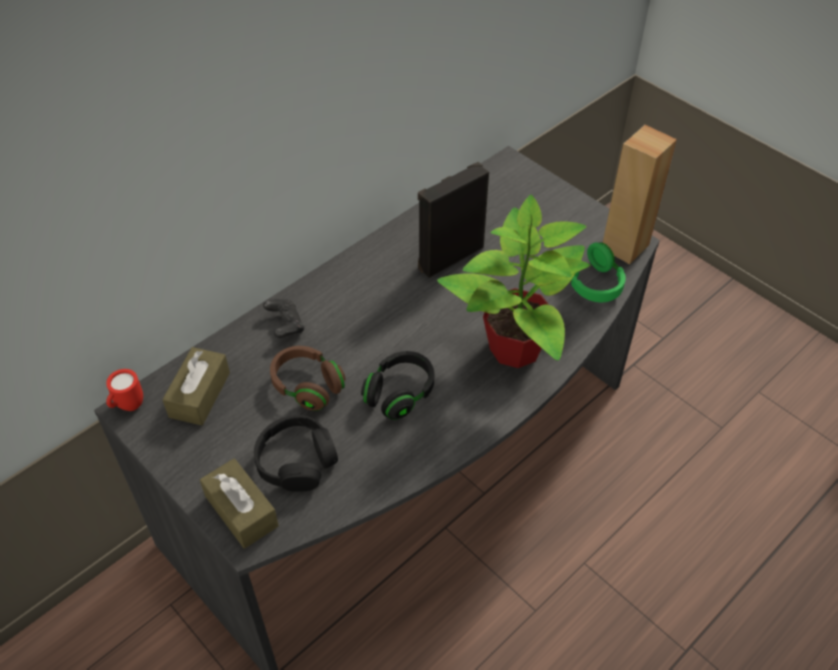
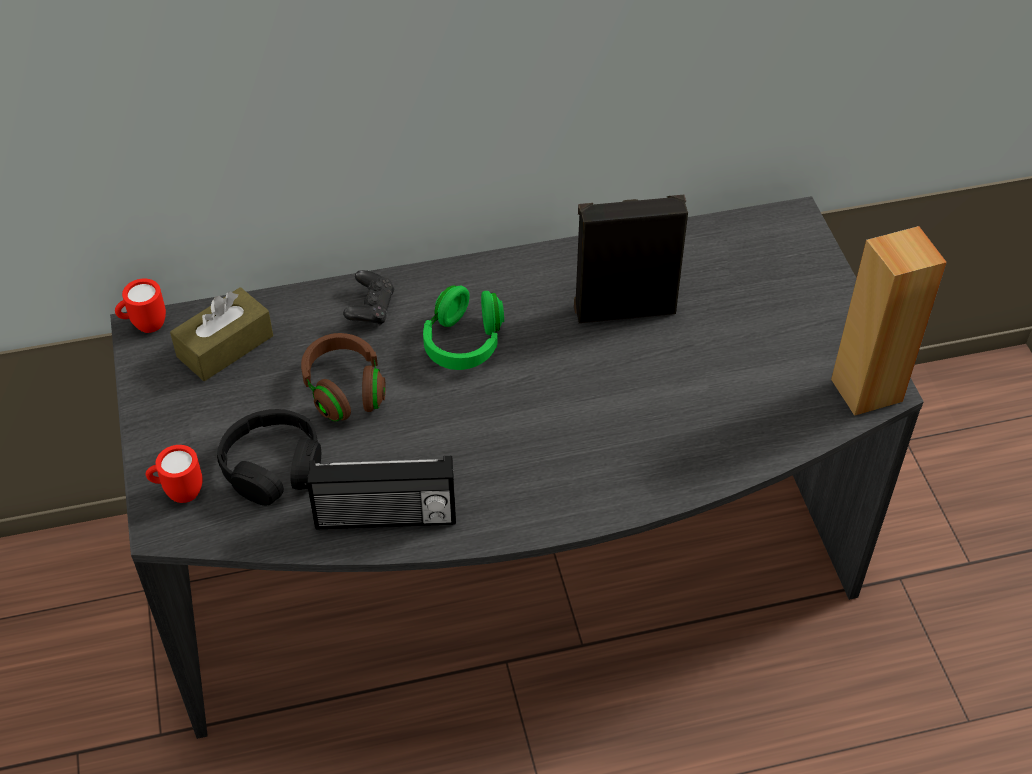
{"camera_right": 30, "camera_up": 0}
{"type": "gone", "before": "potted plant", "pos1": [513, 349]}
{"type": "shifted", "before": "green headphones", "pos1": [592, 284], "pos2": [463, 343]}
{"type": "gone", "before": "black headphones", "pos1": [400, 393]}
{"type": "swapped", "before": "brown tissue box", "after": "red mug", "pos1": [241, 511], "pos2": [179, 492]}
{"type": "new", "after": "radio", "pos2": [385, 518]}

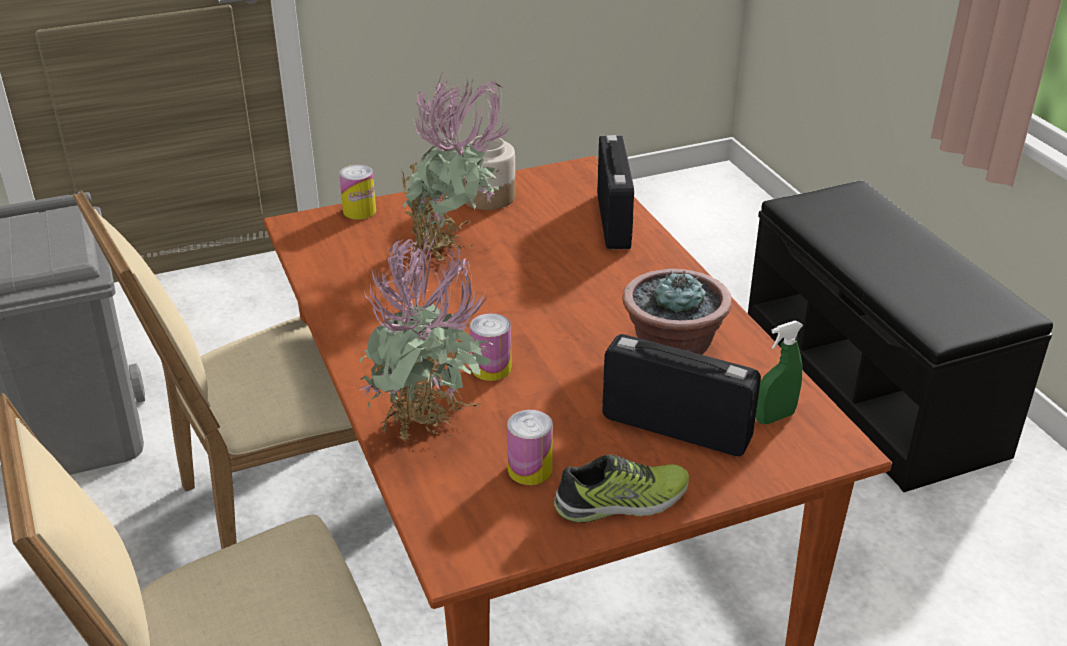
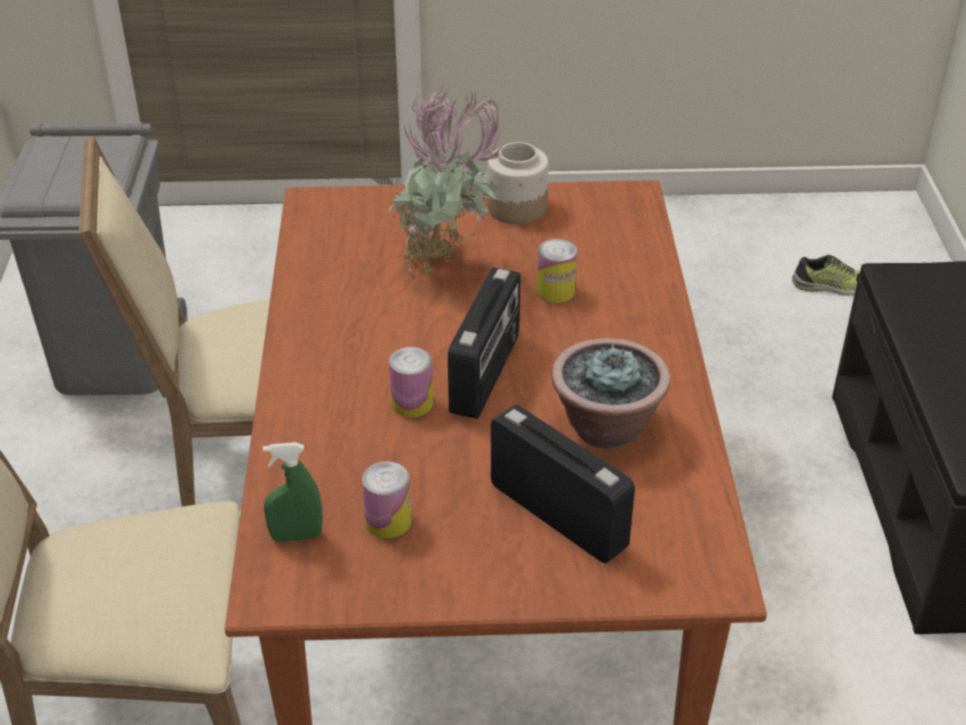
{"camera_right": 20, "camera_up": 5}
{"type": "shifted", "before": "radio", "pos1": [614, 221], "pos2": [487, 374]}
{"type": "shifted", "before": "can", "pos1": [359, 211], "pos2": [555, 291]}
{"type": "gone", "before": "potted plant", "pos1": [430, 435]}
{"type": "shifted", "before": "green spray bottle", "pos1": [774, 417], "pos2": [296, 536]}
{"type": "shifted", "before": "shoe", "pos1": [622, 502], "pos2": [833, 286]}

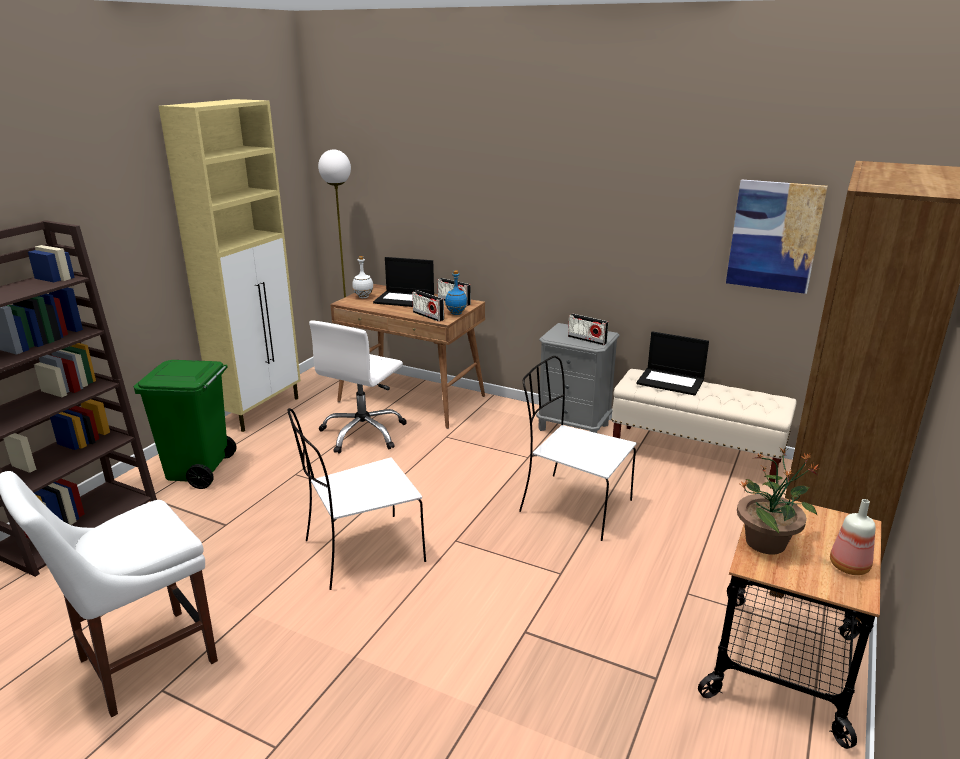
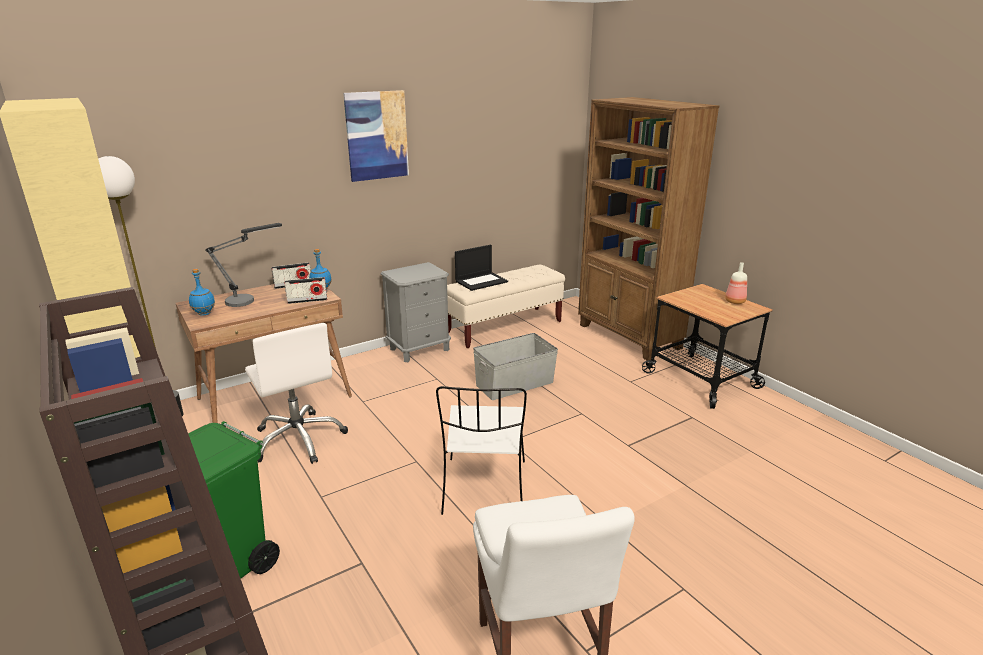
{"camera_right": -60, "camera_up": 0}
{"type": "shifted", "before": "picture", "pos1": [774, 236], "pos2": [377, 135]}
{"type": "repainted", "before": "white bottle", "after": "blue bottle", "pos1": [363, 297], "pos2": [204, 313]}
{"type": "swapped", "before": "laptop", "after": "table lamp", "pos1": [405, 299], "pos2": [248, 300]}
{"type": "gone", "before": "radio", "pos1": [587, 340]}
{"type": "swapped", "before": "white chair", "after": "grey storage box", "pos1": [573, 505], "pos2": [514, 383]}
{"type": "gone", "before": "potted plant", "pos1": [766, 542]}

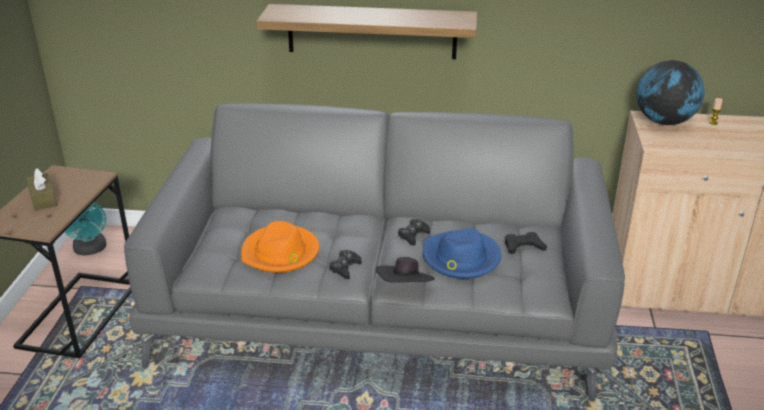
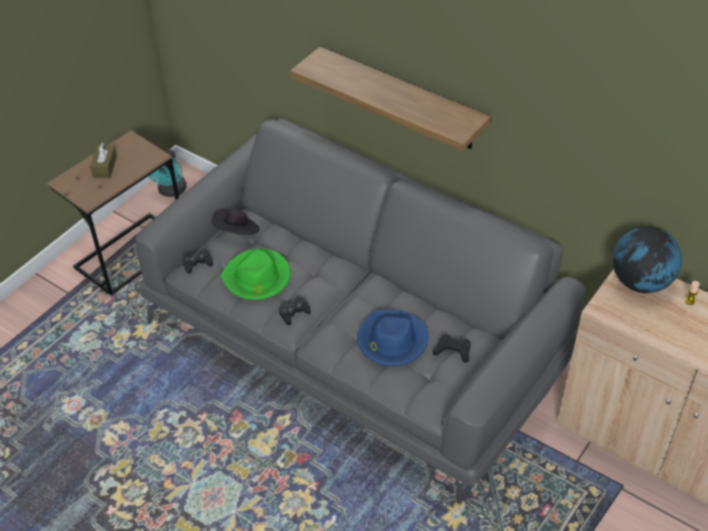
{"camera_right": 30, "camera_up": 15}
{"type": "shifted", "before": "black game controller", "pos1": [413, 235], "pos2": [197, 263]}
{"type": "repainted", "before": "orange hat", "after": "green hat", "pos1": [280, 253], "pos2": [257, 278]}
{"type": "shifted", "before": "black hat", "pos1": [405, 287], "pos2": [237, 231]}

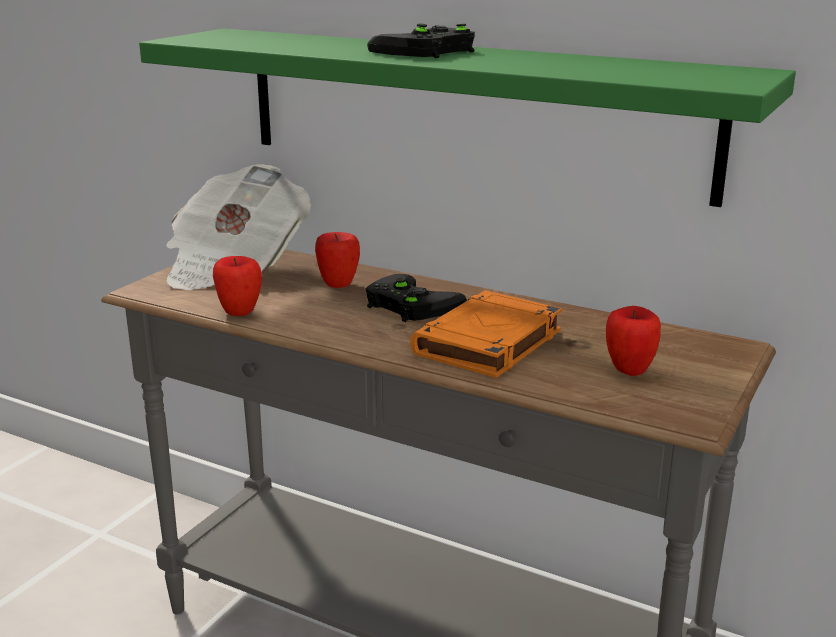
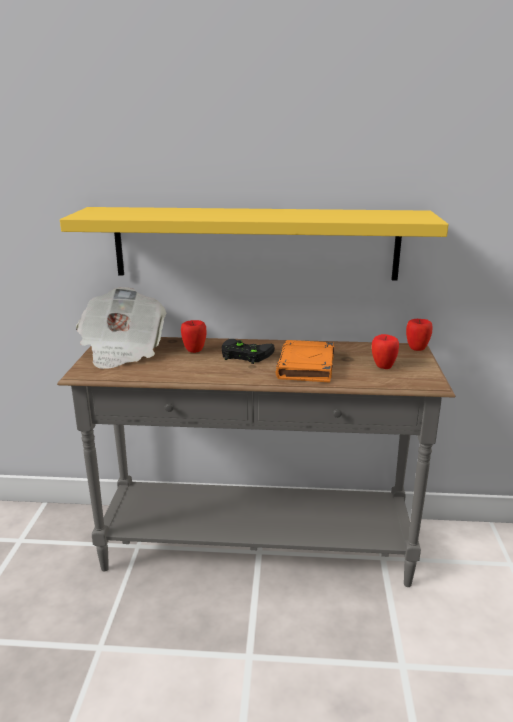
{"camera_right": -25, "camera_up": 0}
{"type": "gone", "before": "black game controller", "pos1": [425, 52]}
{"type": "repainted", "before": "green shelf", "after": "yellow shelf", "pos1": [467, 110], "pos2": [255, 243]}
{"type": "shifted", "before": "apple", "pos1": [239, 312], "pos2": [417, 348]}

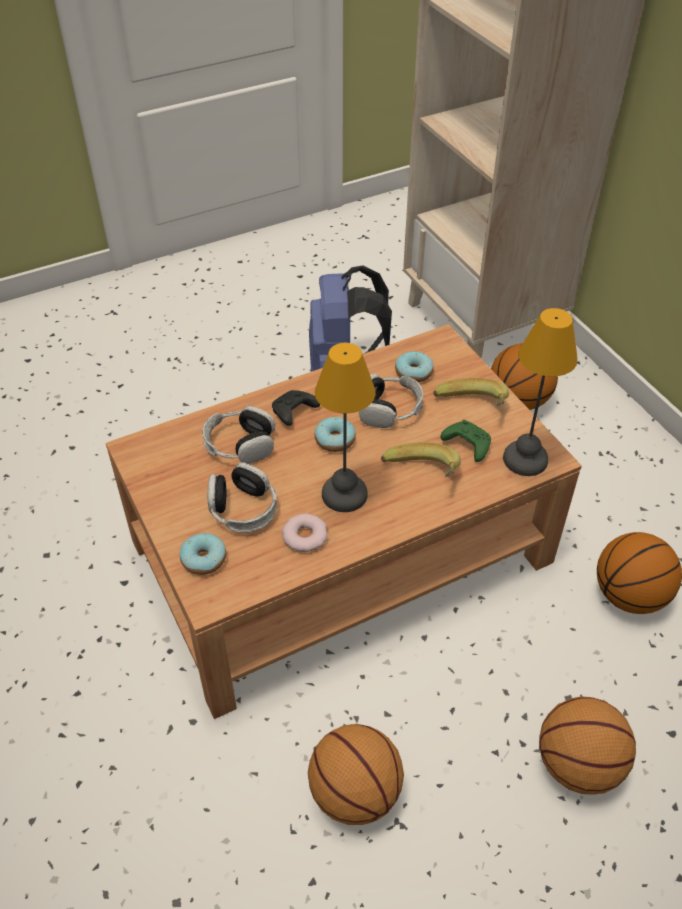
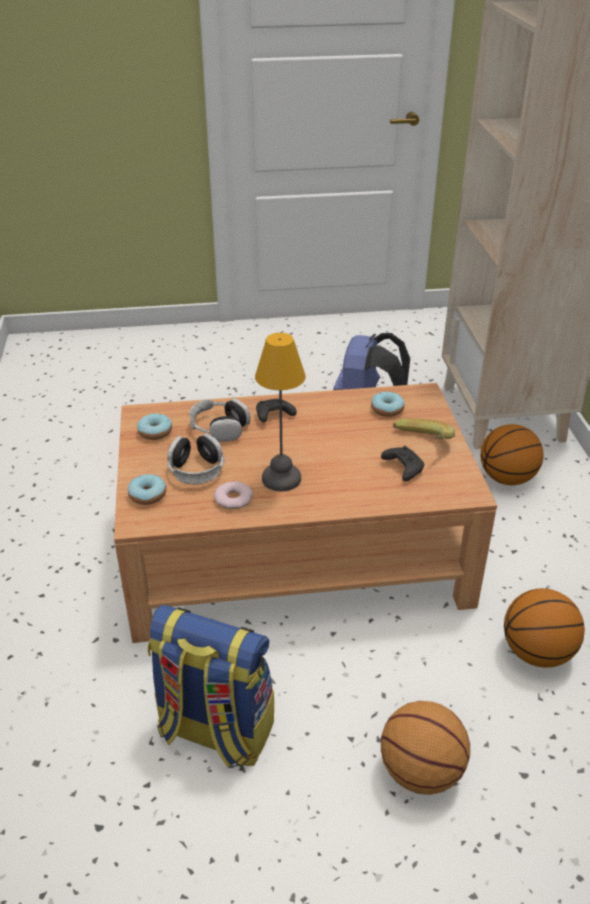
{"camera_right": 20, "camera_up": -10}
{"type": "gone", "before": "table lamp", "pos1": [526, 458]}
{"type": "gone", "before": "headphones", "pos1": [388, 409]}
{"type": "shifted", "before": "donut", "pos1": [335, 440], "pos2": [155, 432]}
{"type": "repainted", "before": "green game controller", "after": "black game controller", "pos1": [466, 445], "pos2": [402, 468]}
{"type": "gone", "before": "banana", "pos1": [421, 476]}
{"type": "swapped", "before": "basketball", "after": "backpack", "pos1": [354, 793], "pos2": [214, 731]}

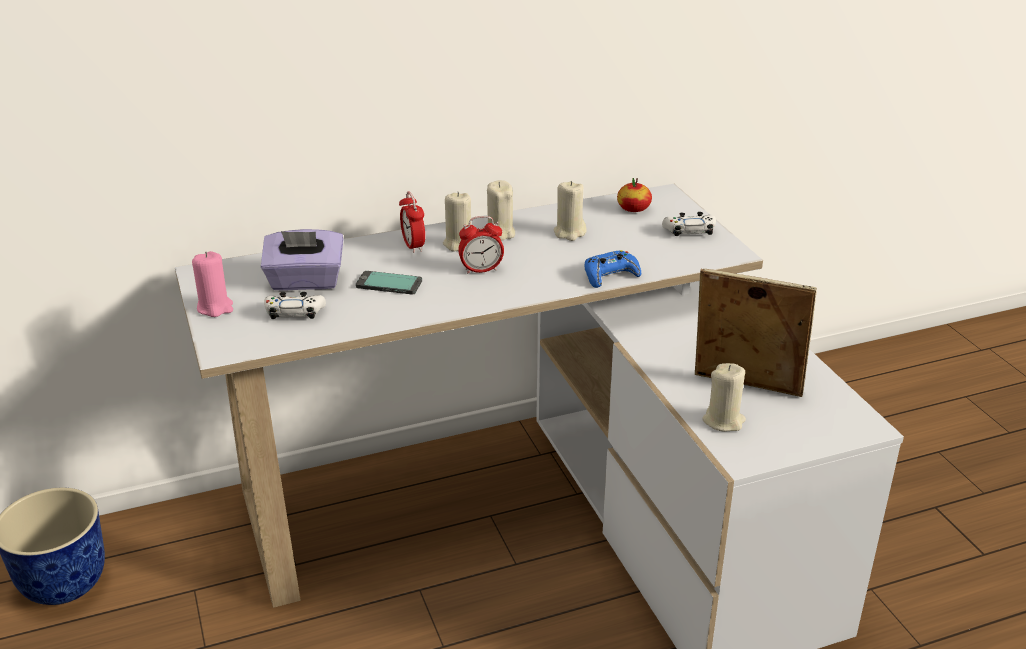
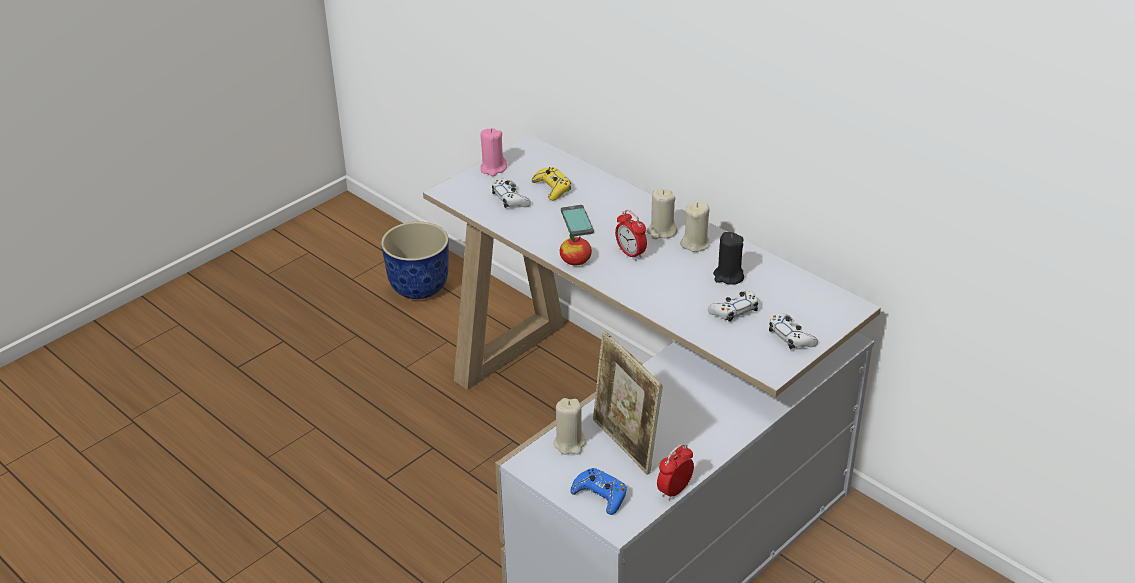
{"camera_right": 65, "camera_up": 5}
{"type": "shifted", "before": "apple", "pos1": [633, 209], "pos2": [575, 260]}
{"type": "repainted", "before": "beige candle", "after": "black candle", "pos1": [569, 232], "pos2": [728, 276]}
{"type": "shifted", "before": "alarm clock", "pos1": [413, 246], "pos2": [674, 490]}
{"type": "swapped", "before": "purple tissue box", "after": "yellow game controller", "pos1": [305, 282], "pos2": [552, 188]}
{"type": "shifted", "before": "blue game controller", "pos1": [610, 275], "pos2": [600, 495]}
{"type": "rotated", "before": "picture frame", "pos1": [745, 387], "pos2": [625, 445], "turn": 150}
{"type": "new", "after": "white game controller", "pos2": [734, 311]}

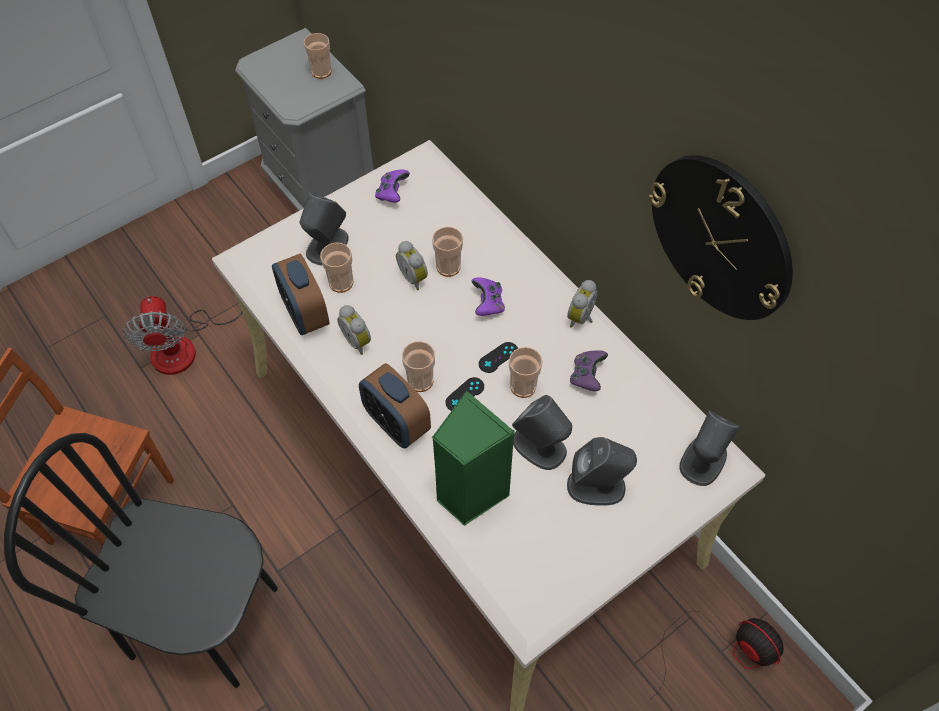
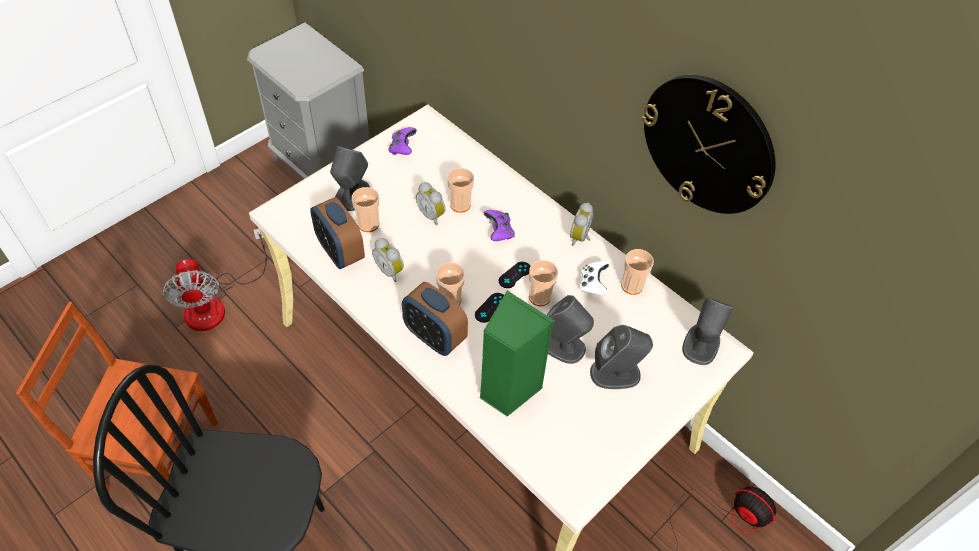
{"camera_right": -10, "camera_up": -5}
{"type": "shifted", "before": "cup", "pos1": [321, 72], "pos2": [632, 285]}
{"type": "repainted", "before": "purple game controller", "after": "white game controller", "pos1": [587, 376], "pos2": [592, 284]}

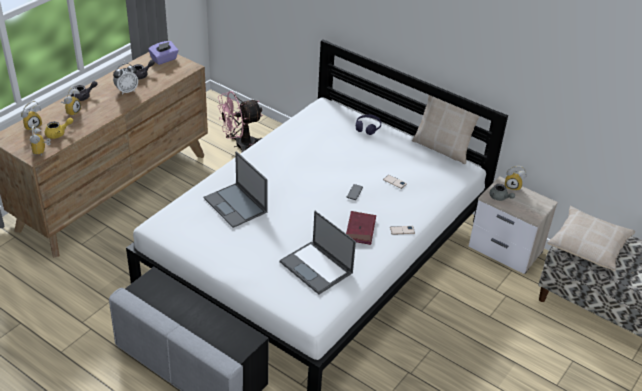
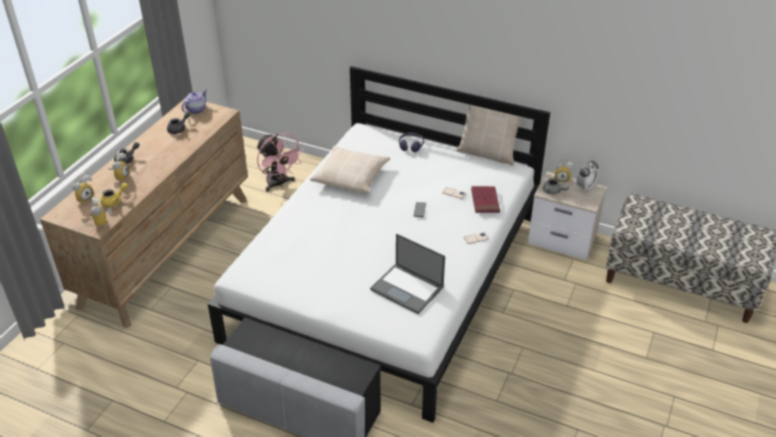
{"camera_right": -10, "camera_up": 0}
{"type": "swapped", "before": "purple tissue box", "after": "teapot", "pos1": [164, 59], "pos2": [196, 109]}
{"type": "shifted", "before": "alarm clock", "pos1": [127, 91], "pos2": [585, 187]}
{"type": "rotated", "before": "pink fan", "pos1": [240, 146], "pos2": [279, 184], "turn": -90}
{"type": "gone", "before": "laptop", "pos1": [236, 205]}
{"type": "shifted", "before": "beige pillow", "pos1": [589, 245], "pos2": [351, 176]}
{"type": "shifted", "before": "red book", "pos1": [360, 229], "pos2": [485, 201]}

